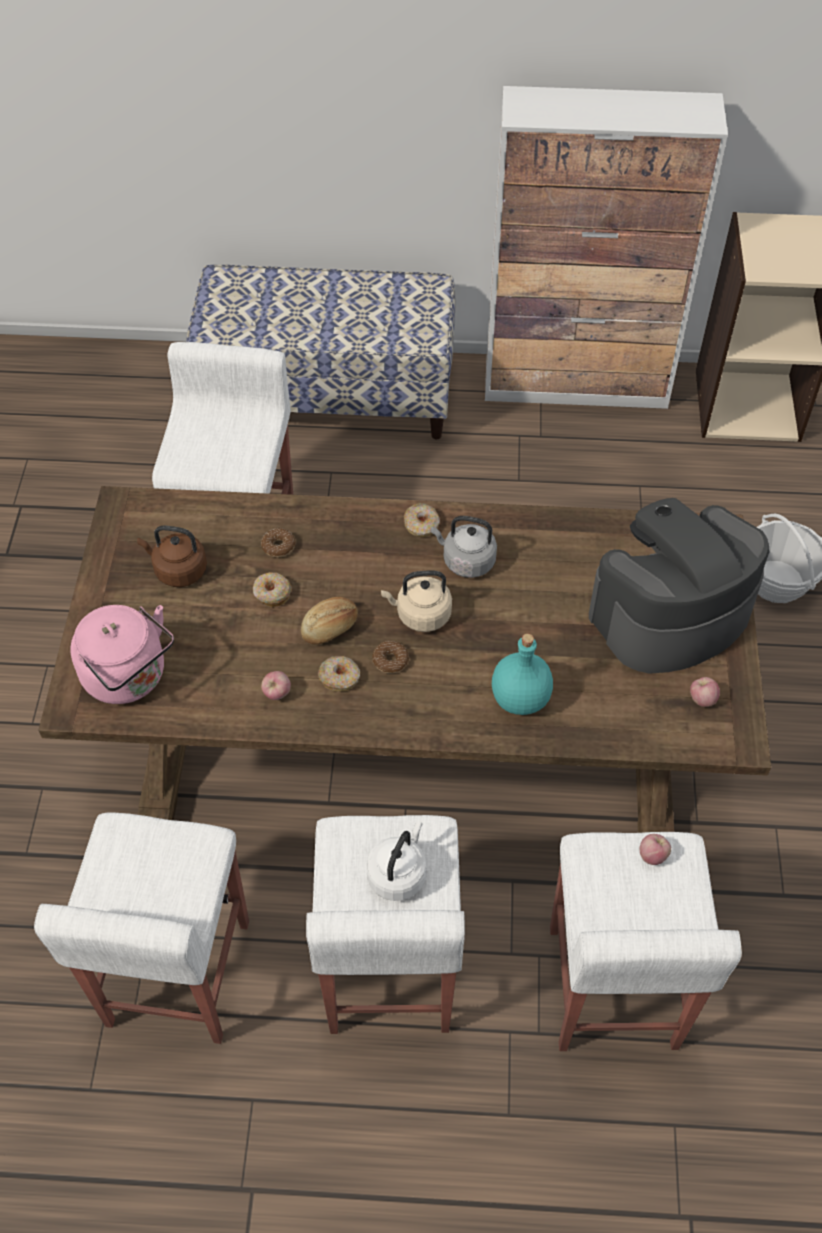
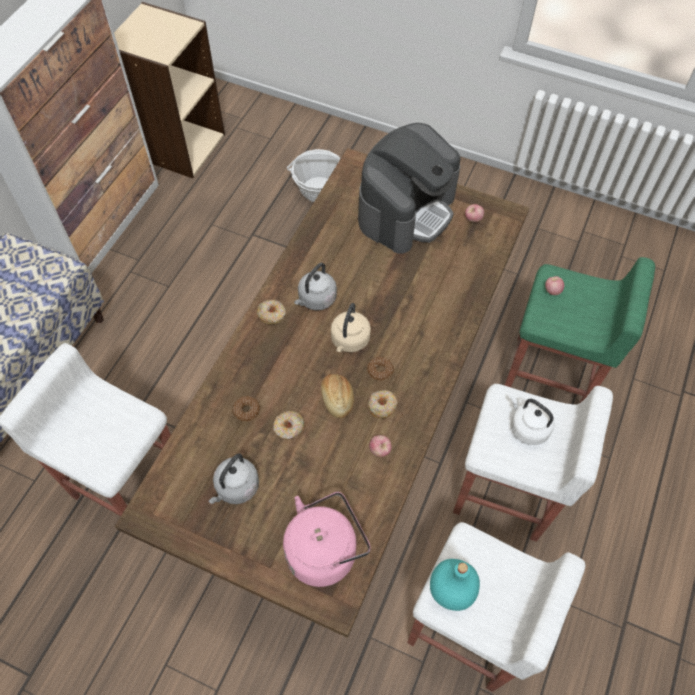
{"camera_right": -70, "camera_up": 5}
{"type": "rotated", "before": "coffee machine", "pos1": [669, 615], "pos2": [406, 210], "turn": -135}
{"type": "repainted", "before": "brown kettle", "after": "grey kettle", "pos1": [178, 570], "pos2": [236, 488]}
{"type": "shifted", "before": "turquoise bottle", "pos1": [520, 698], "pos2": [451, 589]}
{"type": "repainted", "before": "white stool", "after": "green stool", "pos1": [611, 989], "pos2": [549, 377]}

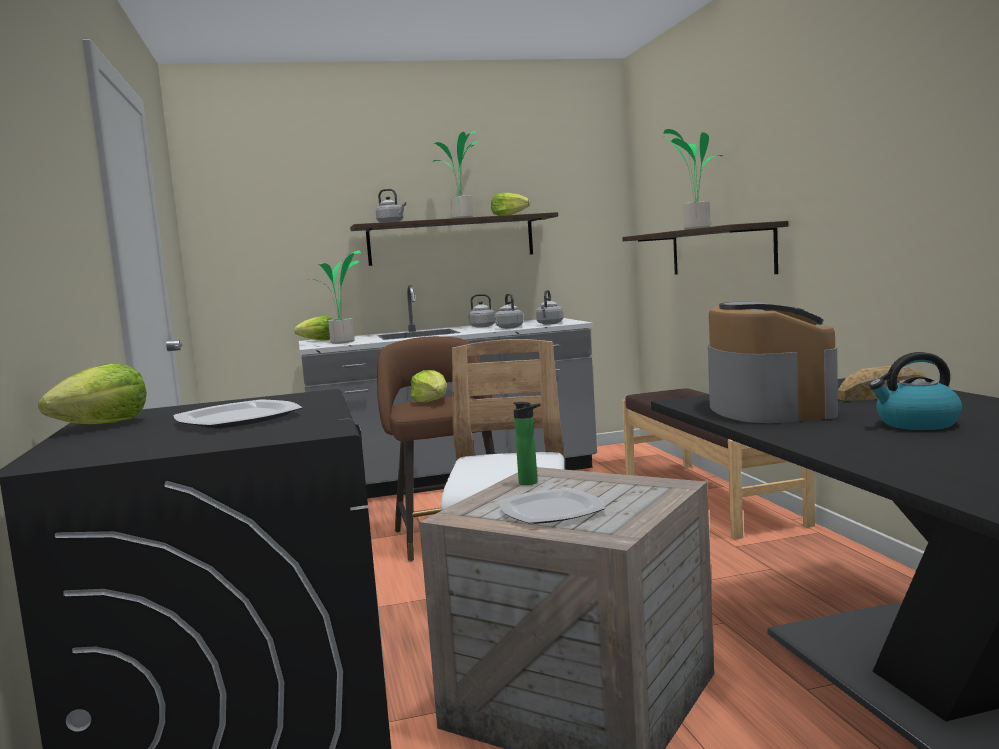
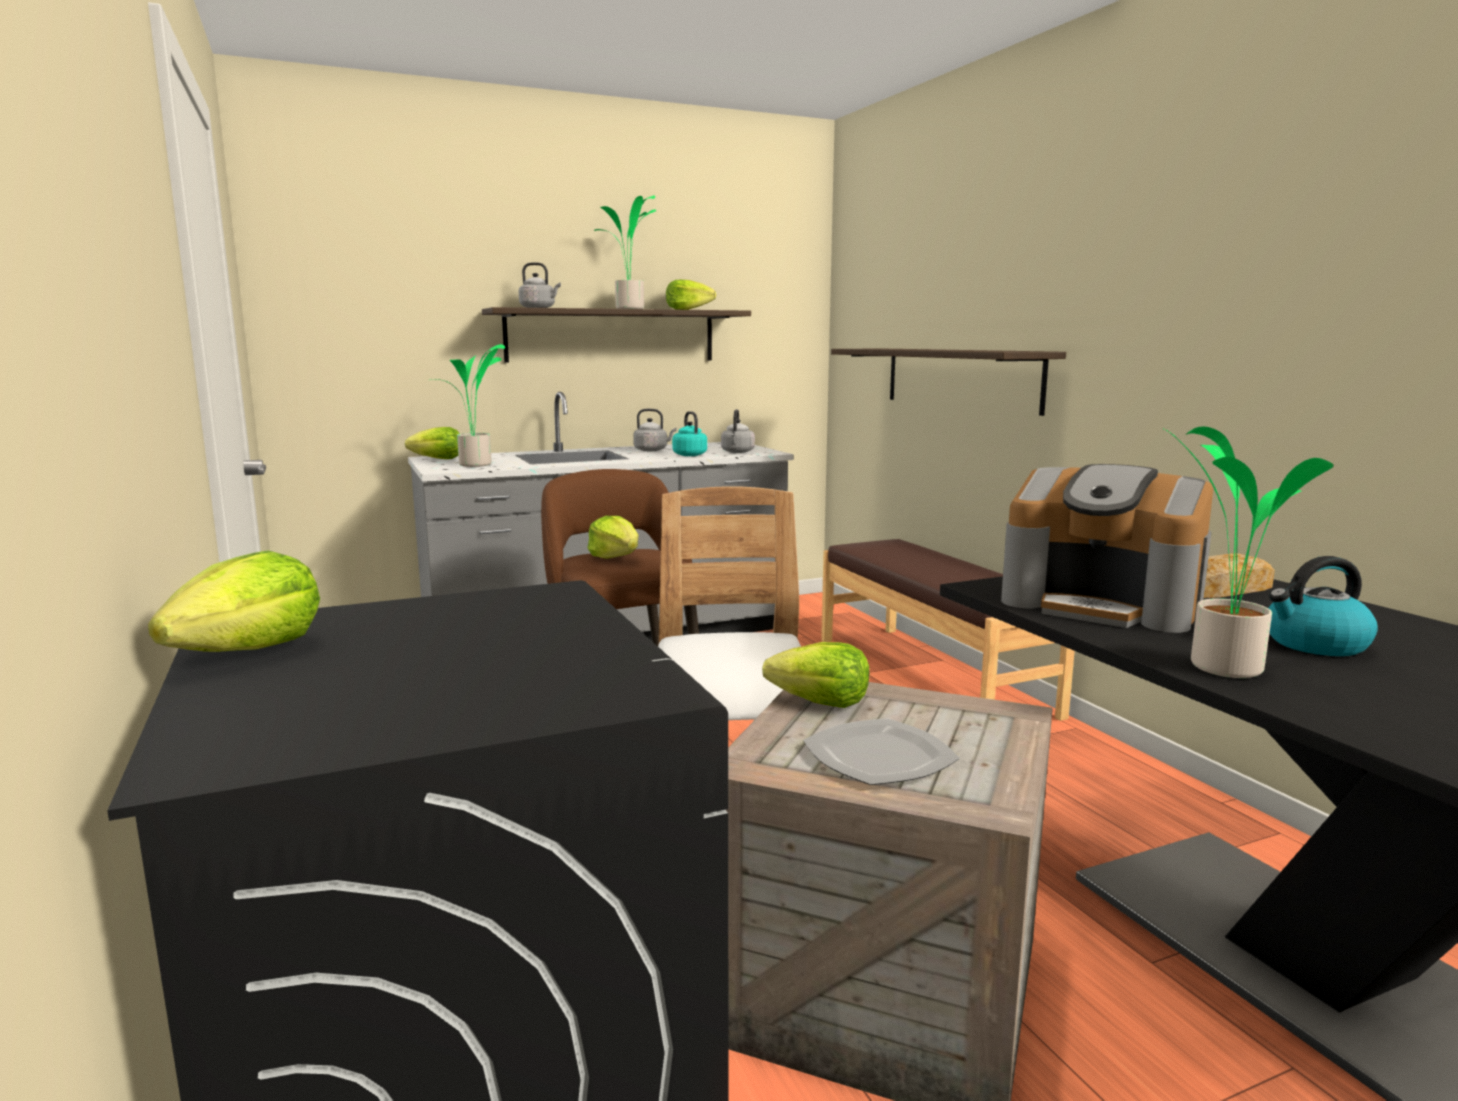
{"camera_right": -10, "camera_up": 5}
{"type": "shifted", "before": "potted plant", "pos1": [695, 229], "pos2": [1220, 667]}
{"type": "repainted", "before": "grey kettle", "after": "turquoise kettle", "pos1": [509, 327], "pos2": [689, 455]}
{"type": "rotated", "before": "coffee machine", "pos1": [767, 407], "pos2": [1102, 605], "turn": 135}
{"type": "gone", "before": "plate", "pos1": [238, 418]}
{"type": "swapped", "before": "bottle", "after": "lettuce", "pos1": [531, 482], "pos2": [821, 703]}

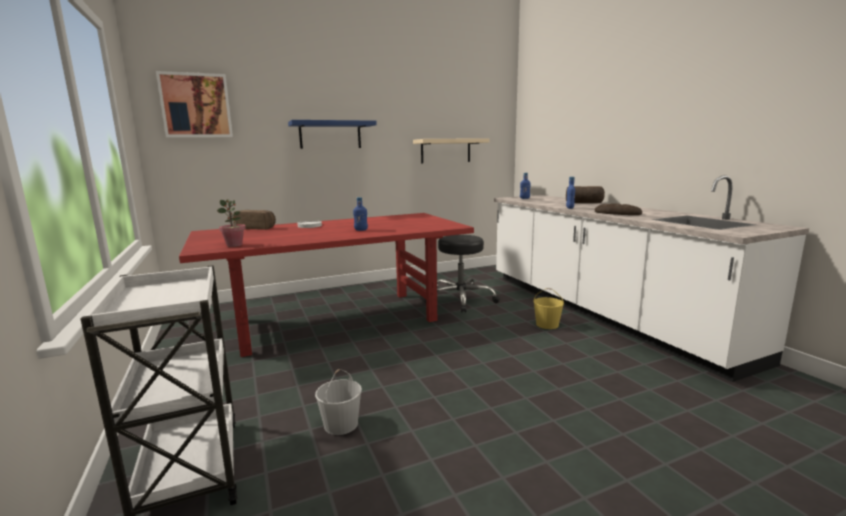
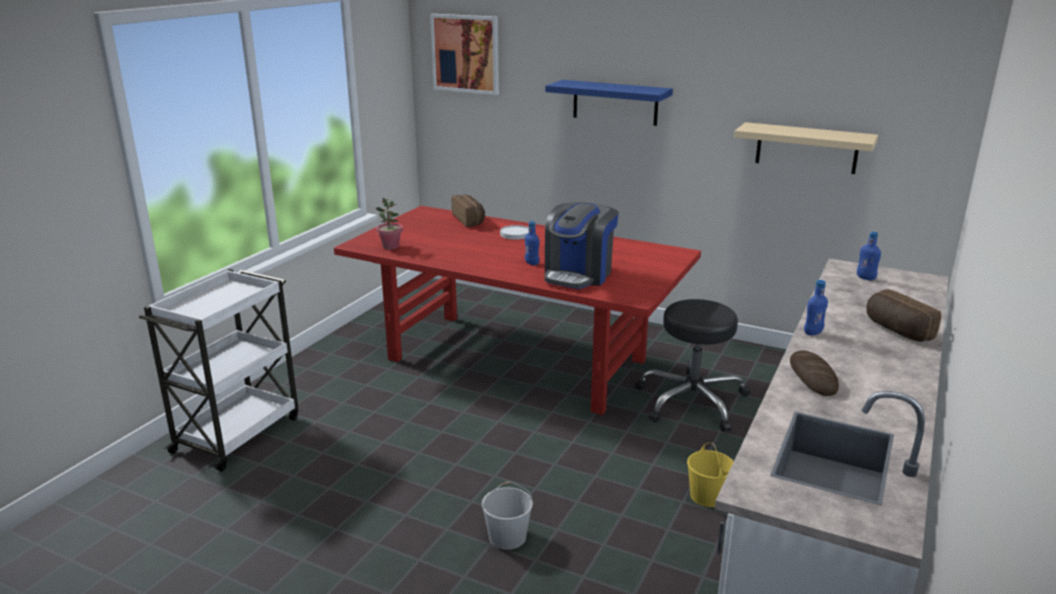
{"camera_right": 50, "camera_up": 10}
{"type": "shifted", "before": "white bucket", "pos1": [341, 424], "pos2": [508, 536]}
{"type": "new", "after": "coffee machine", "pos2": [578, 274]}

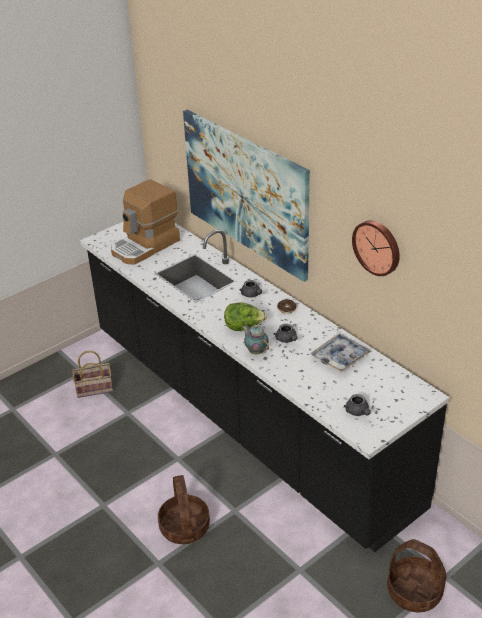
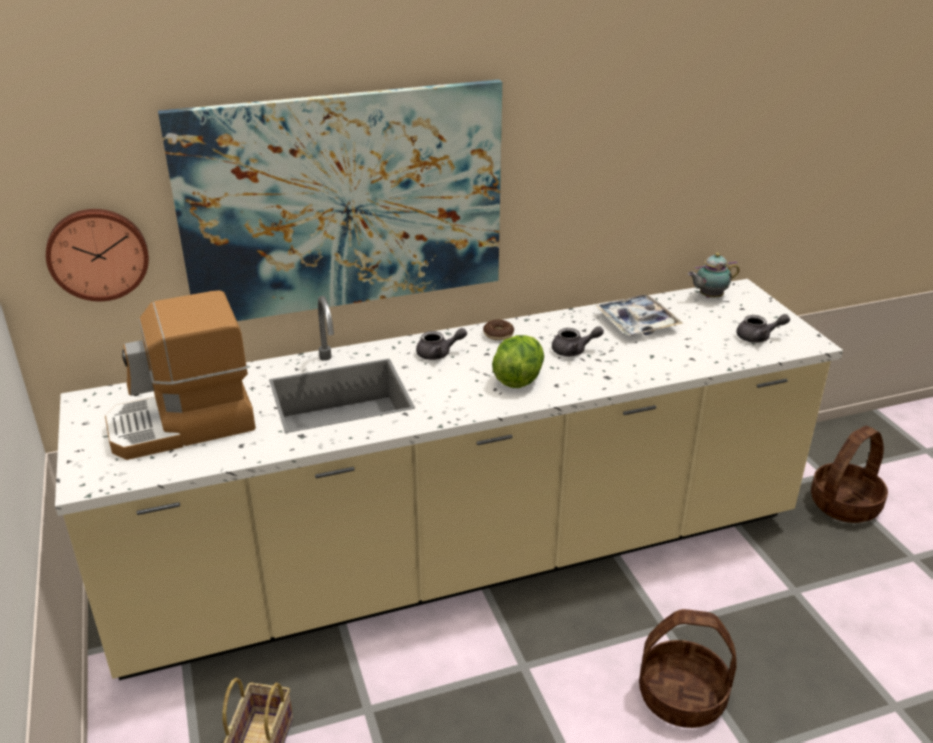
{"camera_right": -70, "camera_up": -5}
{"type": "rotated", "before": "coffee machine", "pos1": [145, 246], "pos2": [183, 425], "turn": 90}
{"type": "shifted", "before": "wall clock", "pos1": [377, 247], "pos2": [98, 253]}
{"type": "repainted", "before": "black counter", "after": "beige counter", "pos1": [245, 414], "pos2": [466, 558]}
{"type": "shifted", "before": "teapot", "pos1": [256, 351], "pos2": [709, 297]}

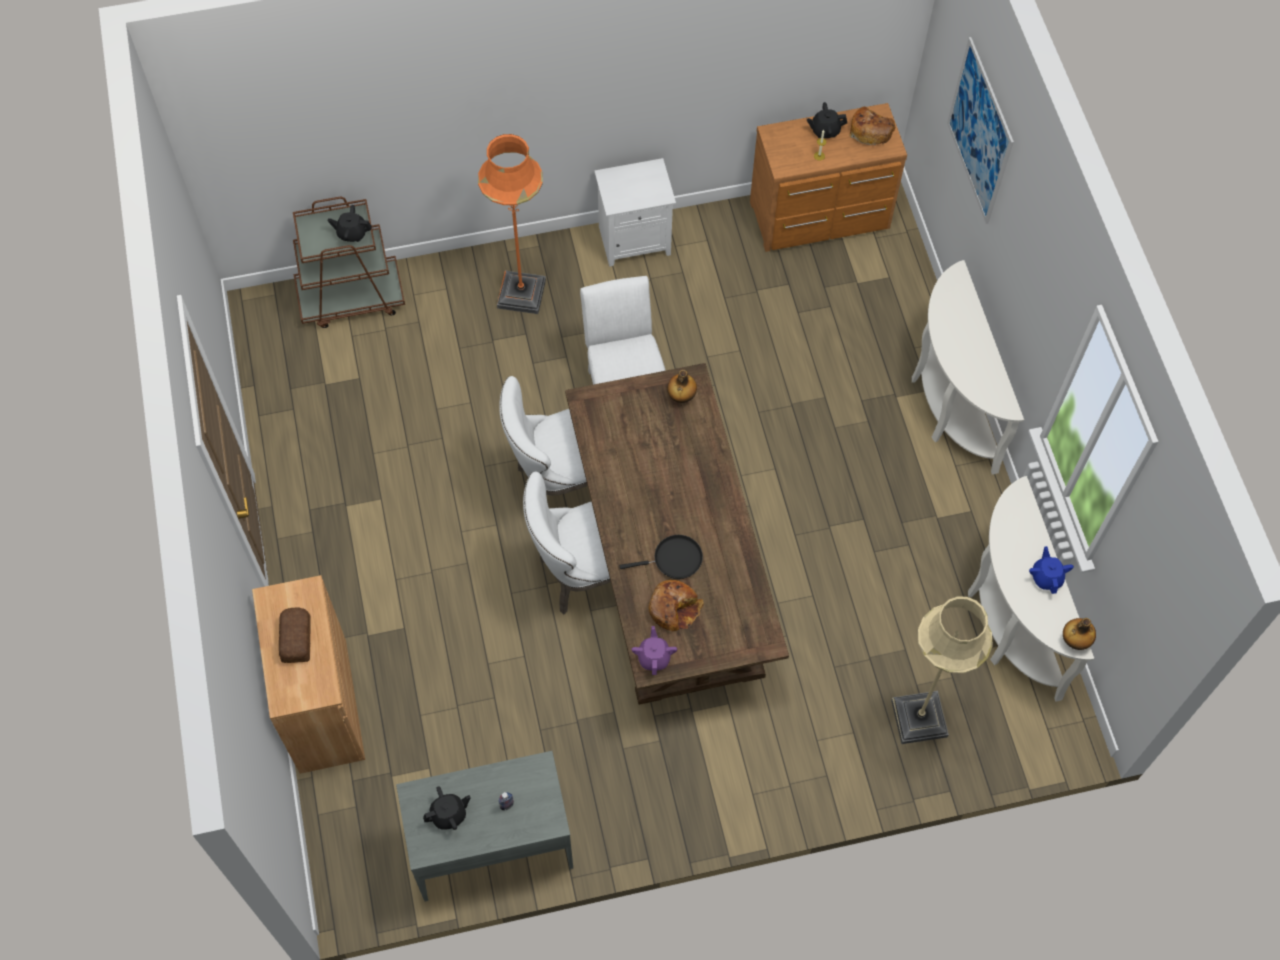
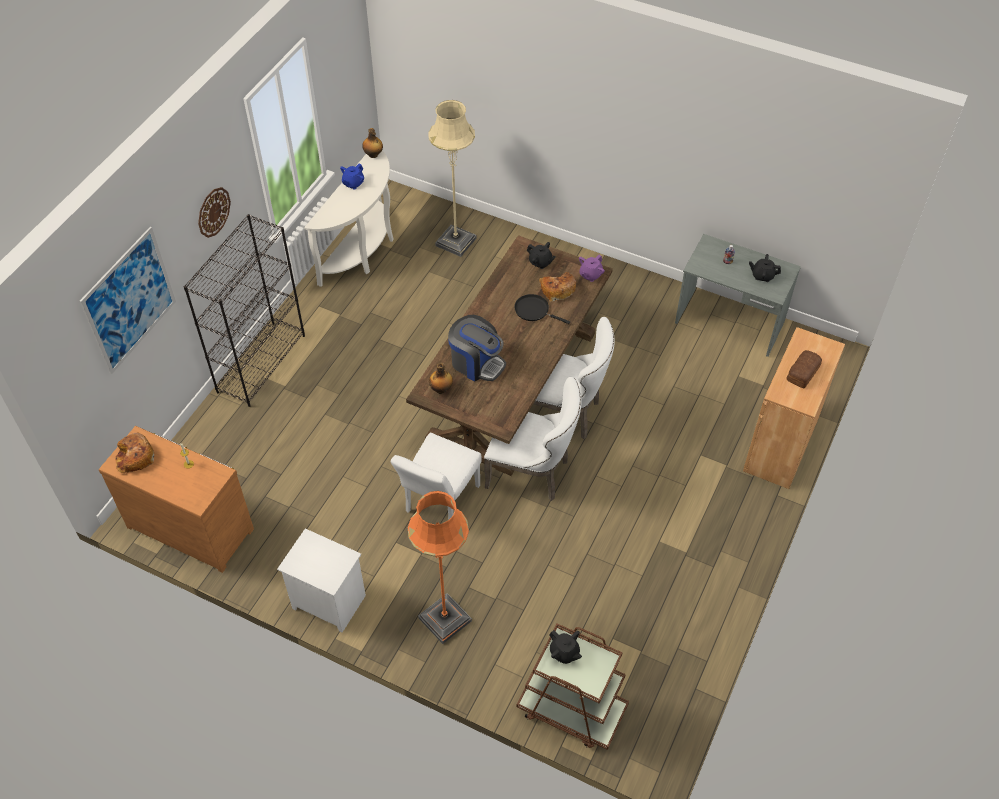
{"camera_right": -140, "camera_up": -10}
{"type": "shifted", "before": "black teapot", "pos1": [825, 130], "pos2": [540, 262]}
{"type": "swapped", "before": "white console table", "after": "black bookcase", "pos1": [948, 403], "pos2": [261, 363]}
{"type": "new", "after": "wall clock", "pos2": [213, 212]}
{"type": "new", "after": "coffee machine", "pos2": [476, 363]}

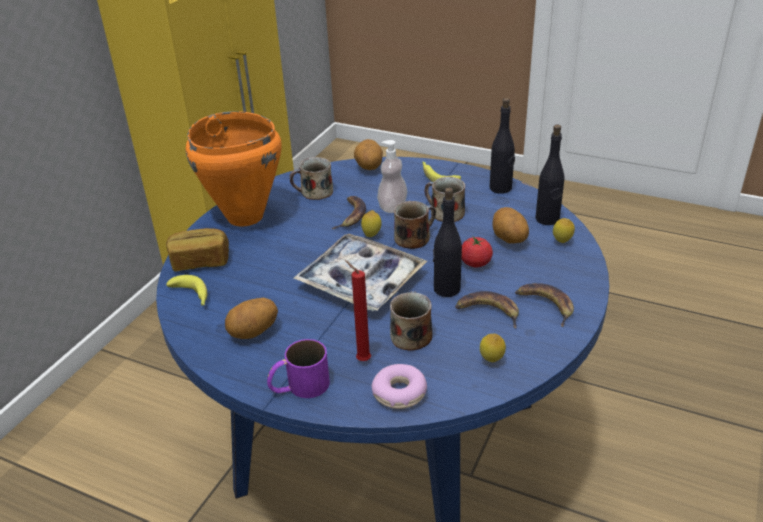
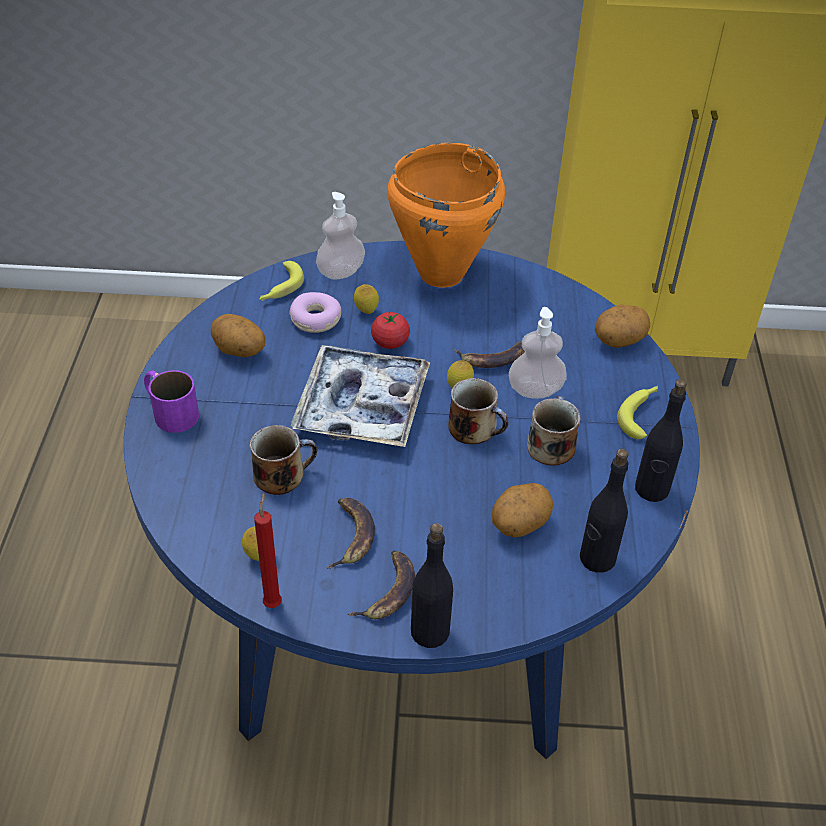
{"camera_right": 65, "camera_up": 10}
{"type": "gone", "before": "mug", "pos1": [315, 192]}
{"type": "shifted", "before": "black bottle", "pos1": [446, 289], "pos2": [429, 631]}
{"type": "shifted", "before": "lemon", "pos1": [562, 242], "pos2": [366, 312]}
{"type": "swapped", "before": "bread", "after": "soap dispenser", "pos1": [200, 261], "pos2": [341, 272]}
{"type": "shifted", "before": "tomato", "pos1": [475, 263], "pos2": [390, 342]}
{"type": "shifted", "before": "red candle", "pos1": [361, 360], "pos2": [273, 602]}
{"type": "shifted", "before": "donut", "pos1": [399, 393], "pos2": [315, 320]}

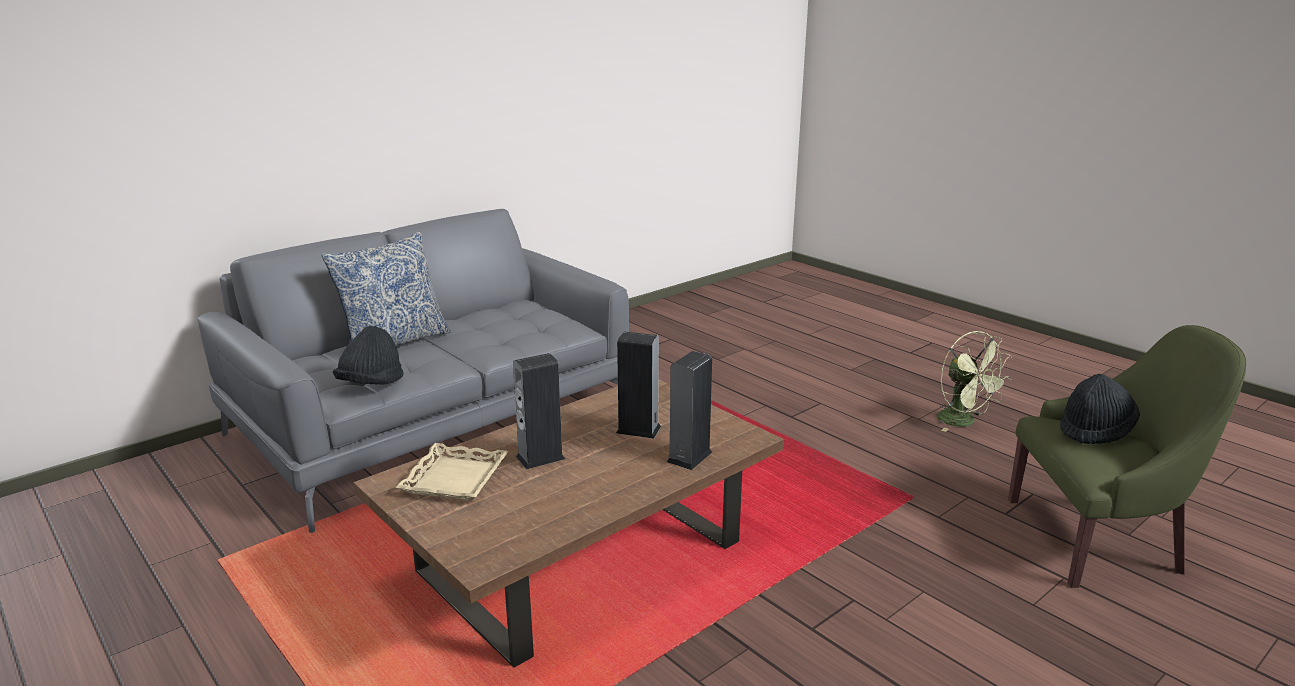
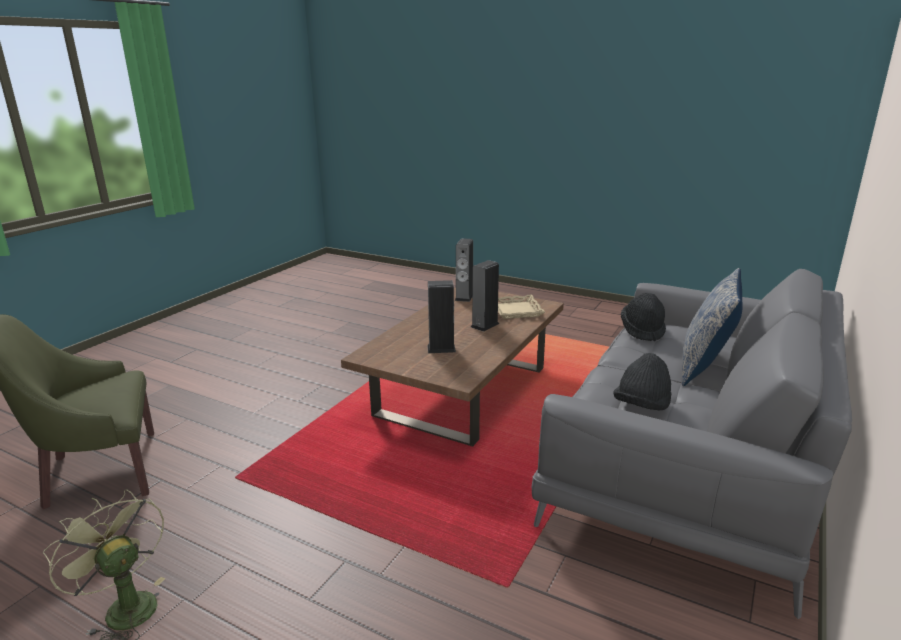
{"camera_right": 160, "camera_up": 0}
{"type": "shifted", "before": "speaker", "pos1": [689, 457], "pos2": [464, 297]}
{"type": "shifted", "before": "black hat", "pos1": [1095, 430], "pos2": [642, 406]}

